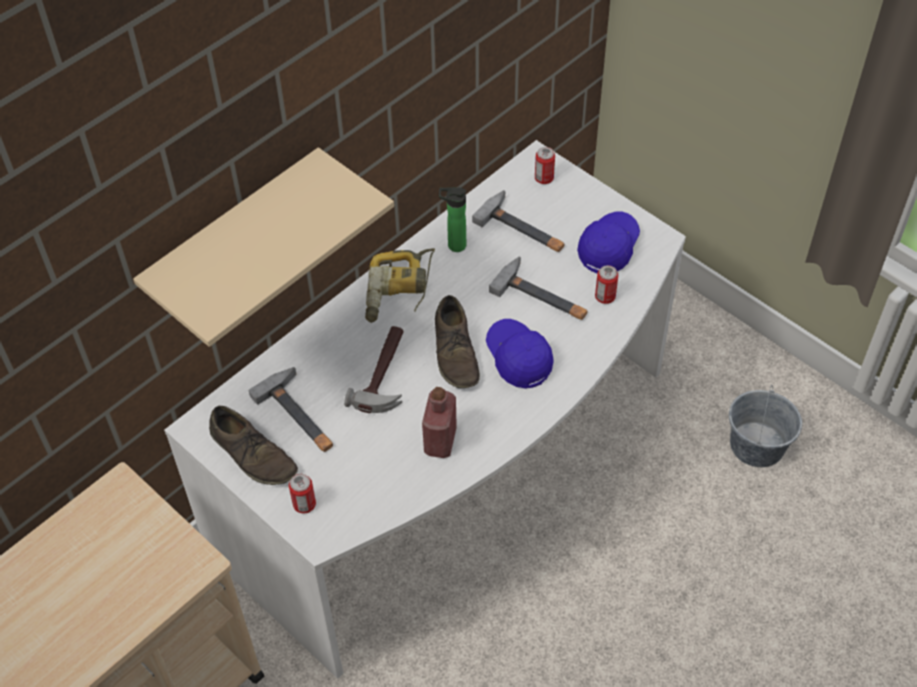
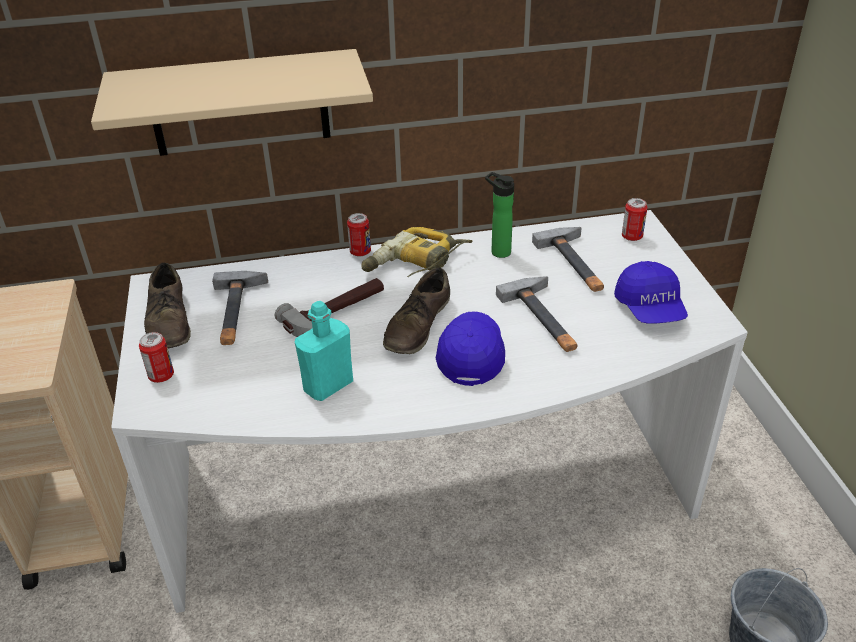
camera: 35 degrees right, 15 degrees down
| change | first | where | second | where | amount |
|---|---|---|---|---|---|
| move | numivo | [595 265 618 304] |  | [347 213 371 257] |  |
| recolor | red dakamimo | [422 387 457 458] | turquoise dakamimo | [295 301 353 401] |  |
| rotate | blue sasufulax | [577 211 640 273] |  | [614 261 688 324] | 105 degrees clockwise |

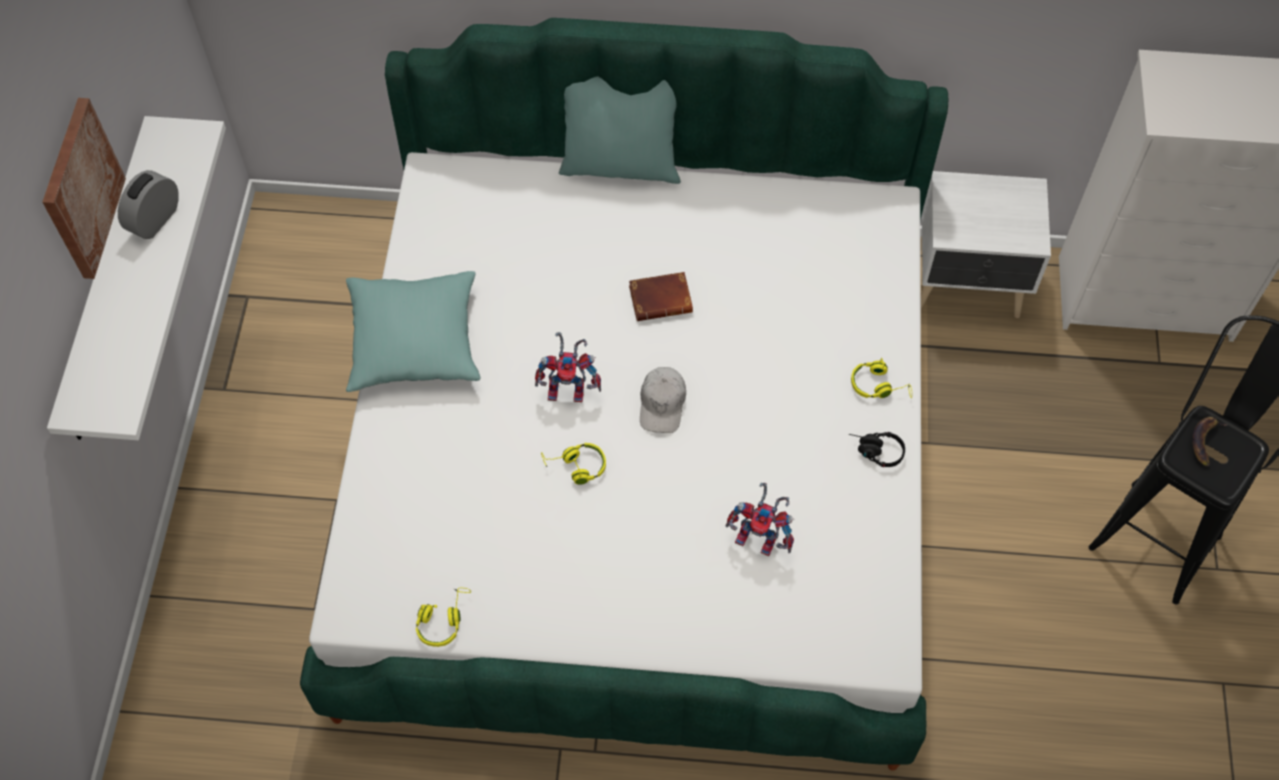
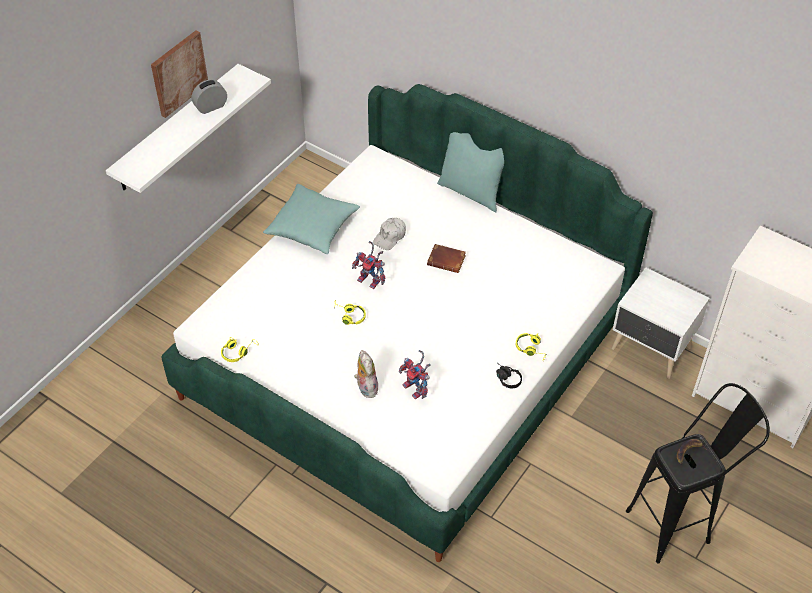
camera: 30 degrees right, 10 degrees down
| change | first | where | second | where | amount |
|---|---|---|---|---|---|
| insert |  |  | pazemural | [354 350 378 398] |  |
| move | white sasufulax | [640 367 686 433] |  | [373 218 406 250] |  |

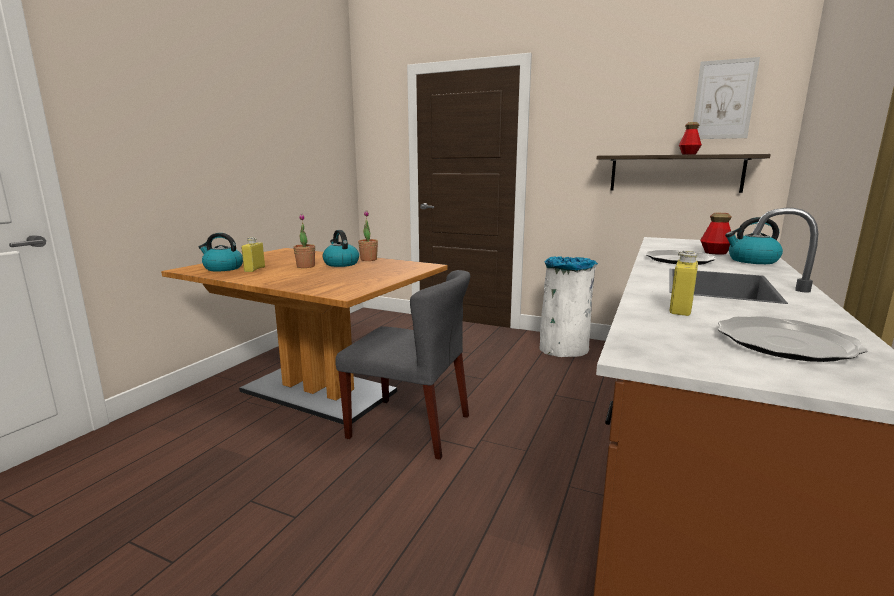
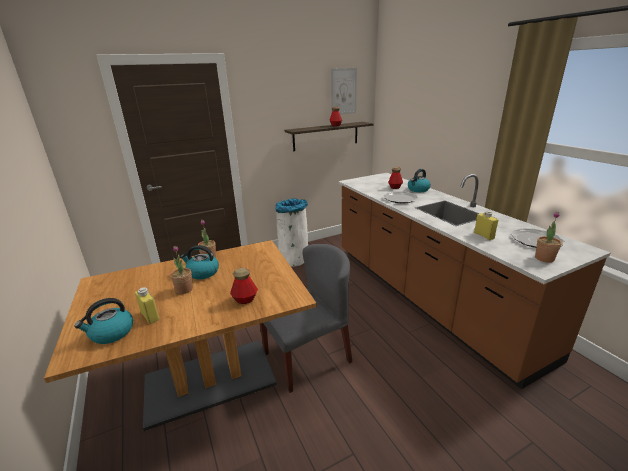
camera: 50 degrees left, 10 degrees up
| change | first | where | second | where | amount |
|---|---|---|---|---|---|
| insert |  |  | dakamimo | [230 268 258 304] |  |
| insert |  |  | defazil | [535 212 562 263] |  |

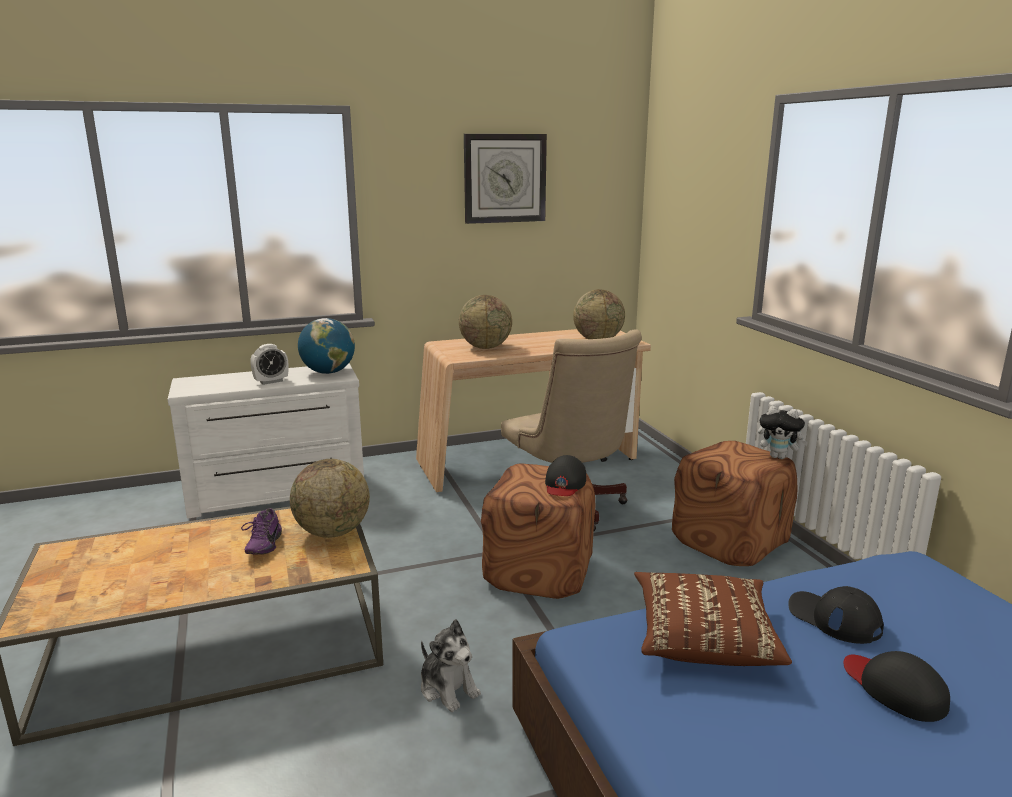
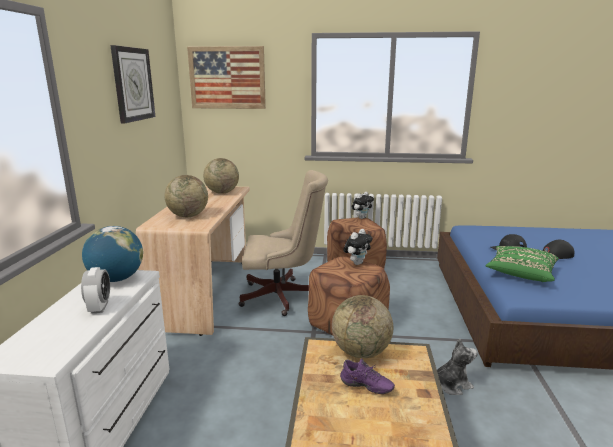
camera: 65 degrees left, 0 degrees up
| change | first | where | second | where | amount |
|---|---|---|---|---|---|
| insert |  |  | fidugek | [187 46 266 109] |  |
| replace | black sasufulax | [545 455 586 496] | pazemural | [343 229 373 265] |  |
| recolor | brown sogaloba | [634 572 792 666] | green sogaloba | [485 246 559 282] |  |

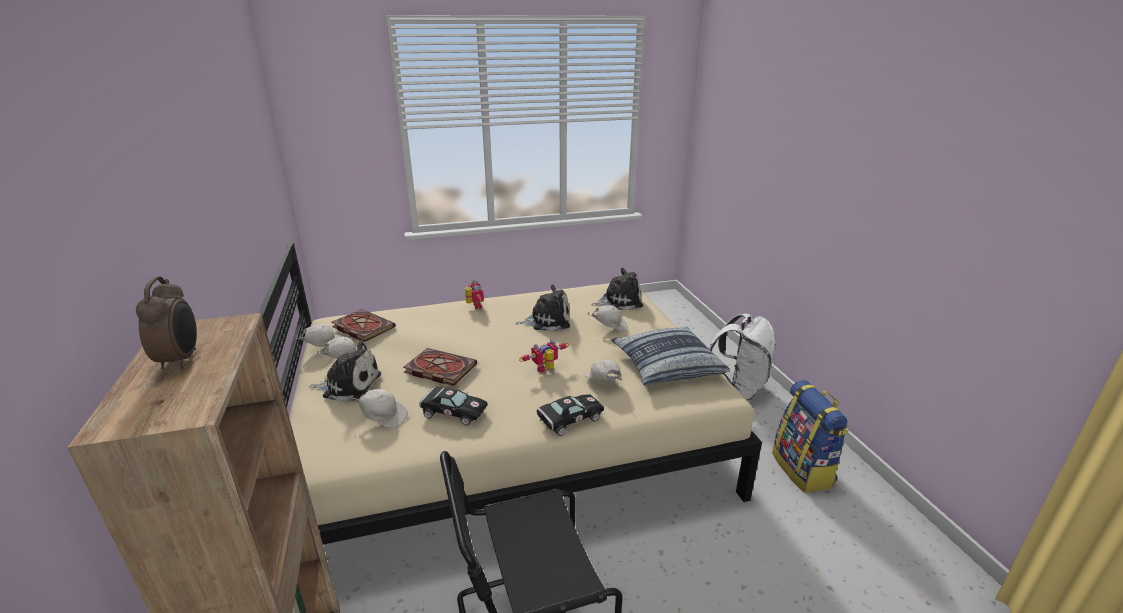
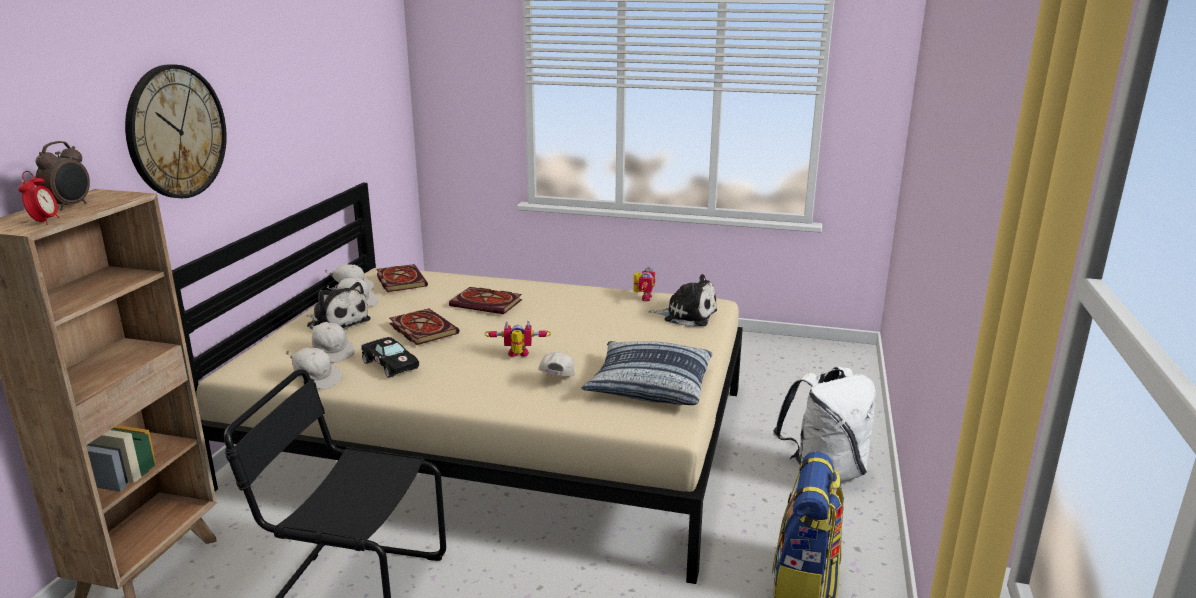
camera: 30 degrees right, 5 degrees down
| change | first | where | second | where | amount |
|---|---|---|---|---|---|
| delete | pazemural | [516 284 570 331] |  |  |  |
| delete | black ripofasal | [537 394 604 436] |  |  |  |
| insert |  |  | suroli | [18 171 59 225] |  |
| insert |  |  | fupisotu | [125 64 226 198] |  |
| insert |  |  | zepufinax | [449 287 522 314] |  |
| move | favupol | [465 280 484 309] |  | [634 266 655 301] |  |
| move | white sasufulax | [588 305 627 331] |  | [286 348 343 390] |  |

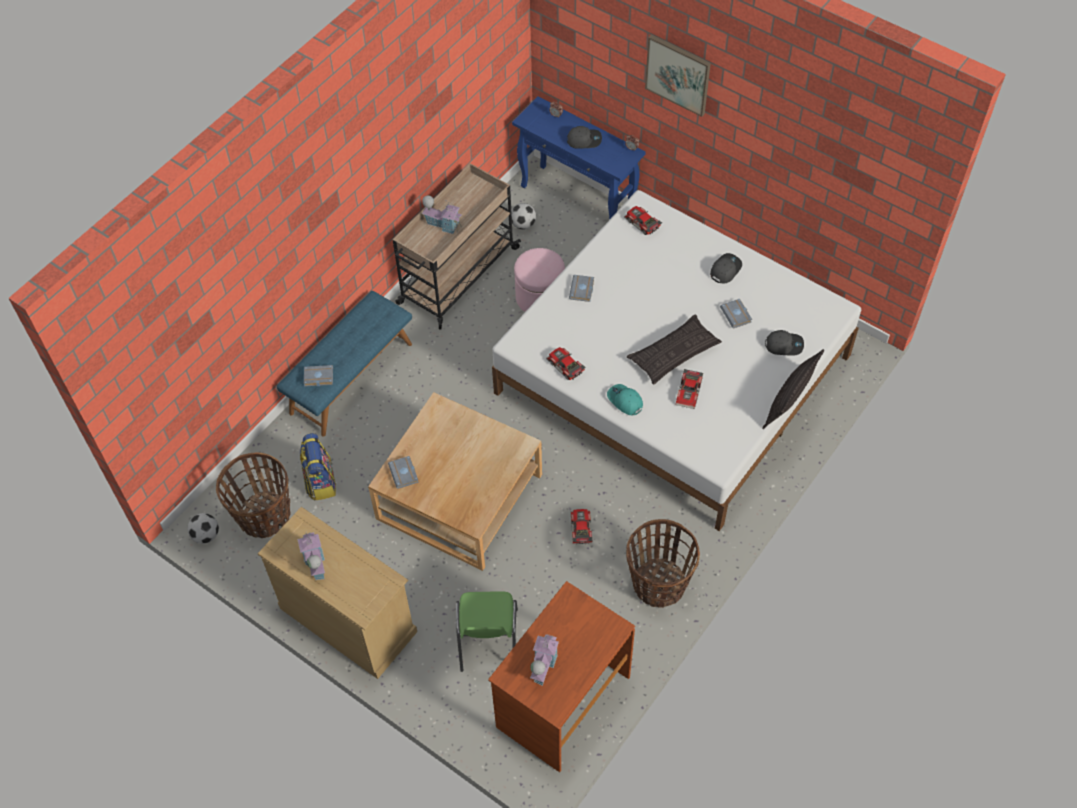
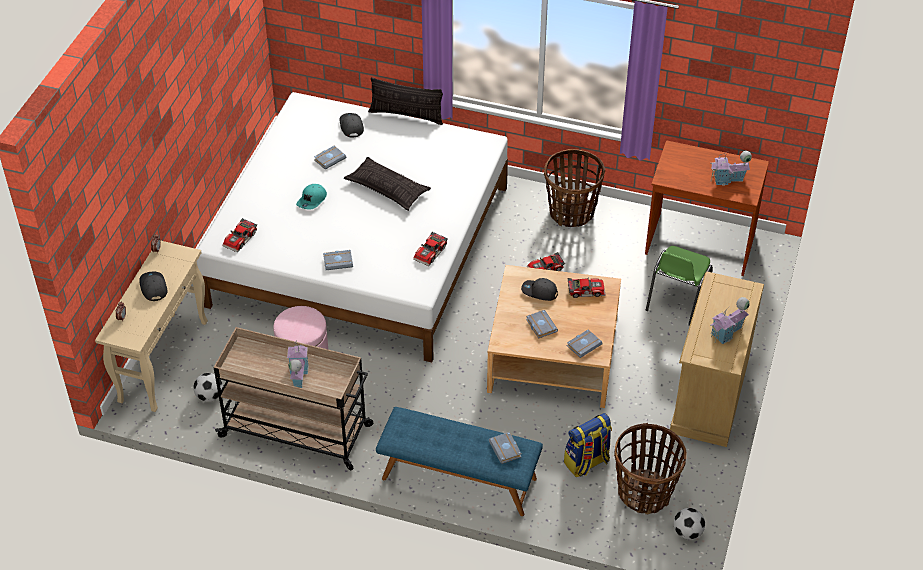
camera: 110 degrees left, 10 degrees down
| change | first | where | second | where | amount |
|---|---|---|---|---|---|
| delete | fidugek | [645 34 711 117] |  |  |  |
| insert |  |  | grey zepufinax | [526 310 558 339] |  |
| move | turquoise sasufulax | [607 384 643 415] |  | [296 184 327 210] |  |
| move | ripofasal | [675 369 703 409] |  | [567 277 606 298] |  |
| move | grey sasufulax | [710 253 742 284] |  | [521 278 558 301] |  |
| recolor | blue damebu | [512 96 645 220] | beige damebu | [95 240 208 412] |  |
| rotate | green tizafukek | [456 591 518 672] |  | [646 246 712 326] | 135 degrees clockwise |

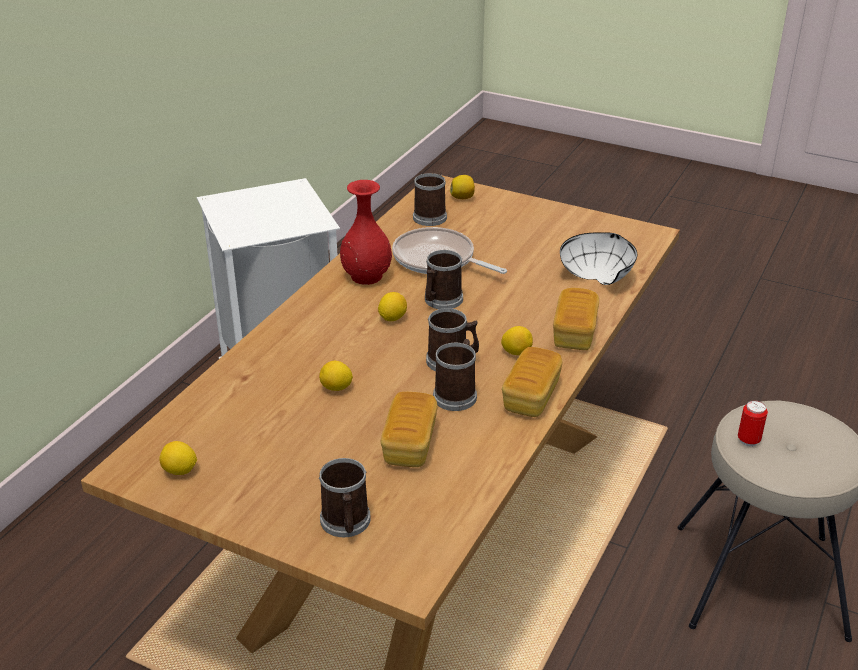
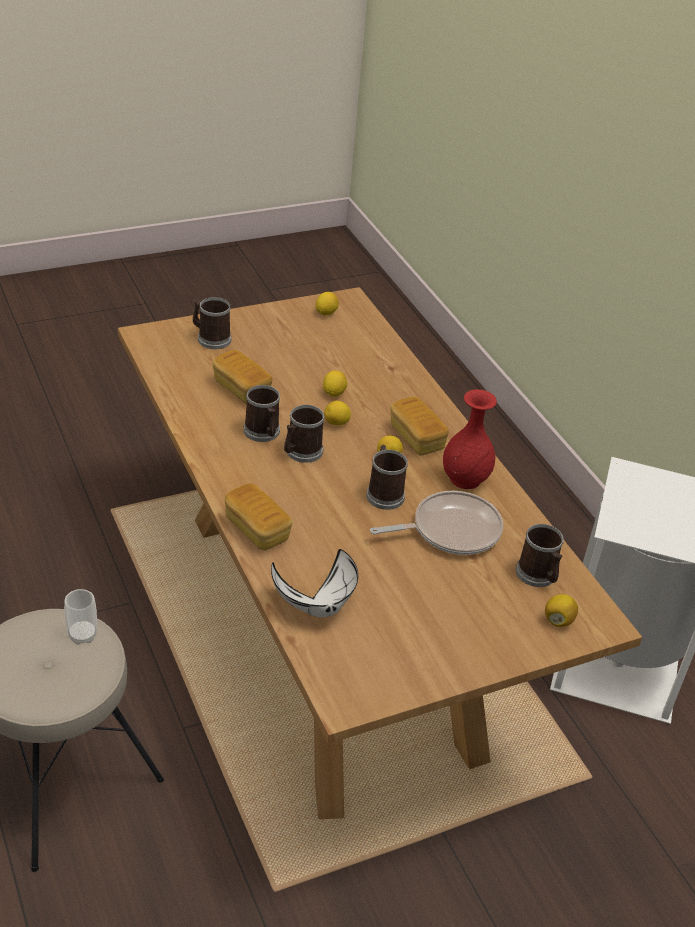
camera: 125 degrees right, 5 degrees up
| change | first | where | second | where | amount |
|---|---|---|---|---|---|
| move | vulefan | [501 326 533 355] |  | [324 401 351 426] |  |
| move | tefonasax | [502 347 562 417] |  | [390 397 449 456] |  |
| replace | numivo | [738 400 768 447] | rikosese | [64 589 97 645] |  |

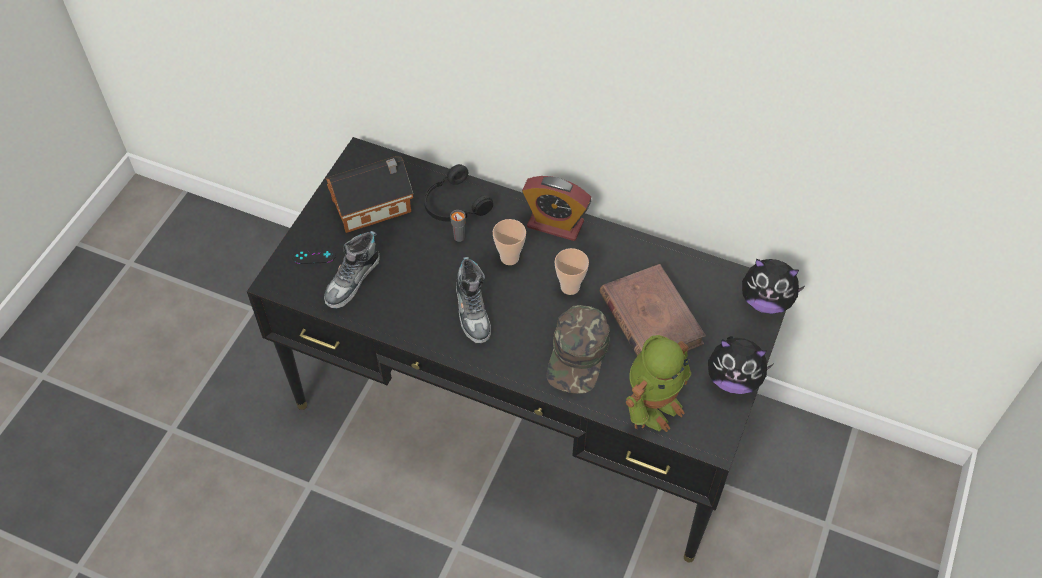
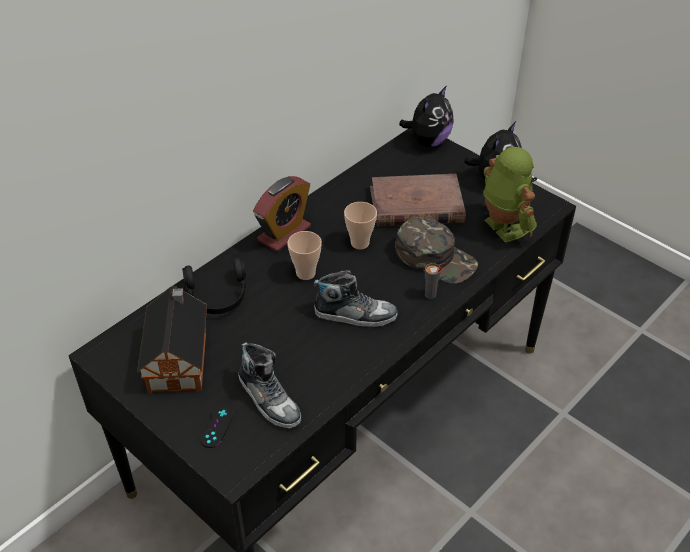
camera: 70 degrees left, 10 degrees down
| change | first | where | second | where | amount |
|---|---|---|---|---|---|
| move | grey rikosese | [450 210 466 242] |  | [425 263 444 299] |  |

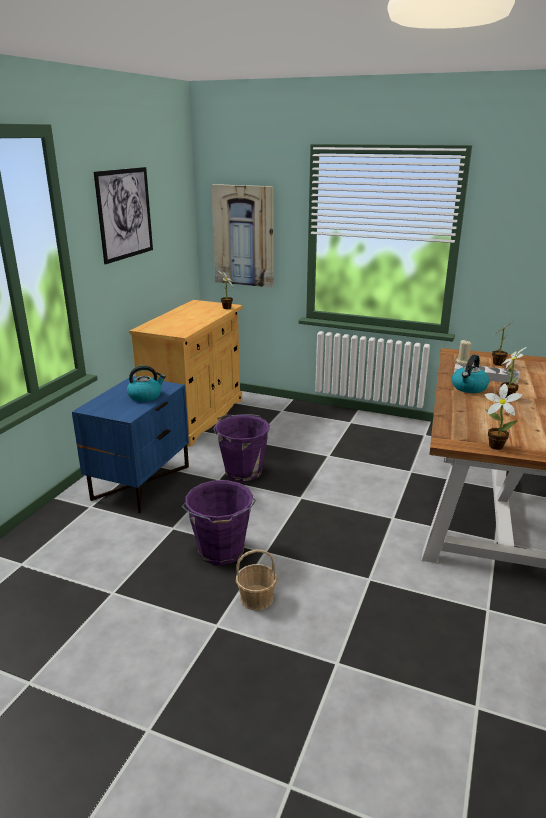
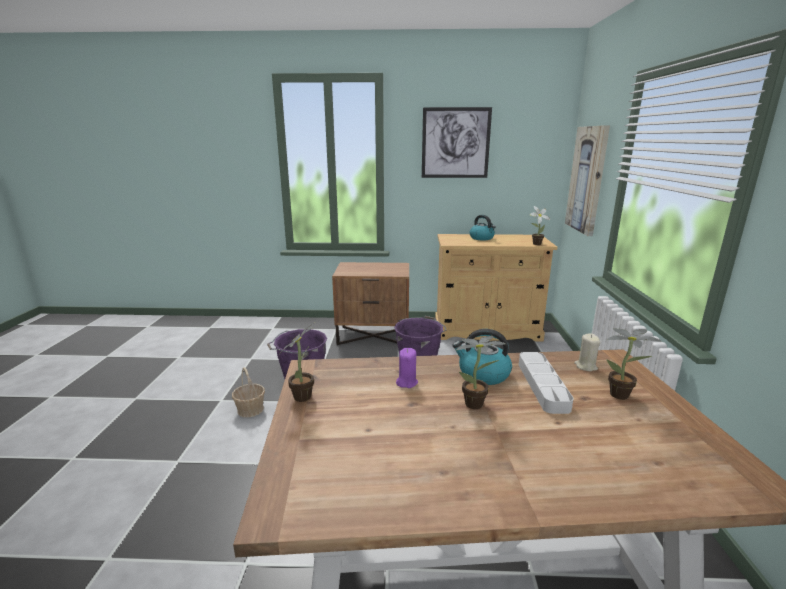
camera: 70 degrees right, 5 degrees down
| change | first | where | second | where | amount |
|---|---|---|---|---|---|
| insert |  |  | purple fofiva | [396 348 418 388] |  |
| move | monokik | [127 366 166 402] |  | [470 215 496 240] |  |
| recolor | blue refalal | [72 376 189 513] | brown refalal | [332 262 409 345] |  |

